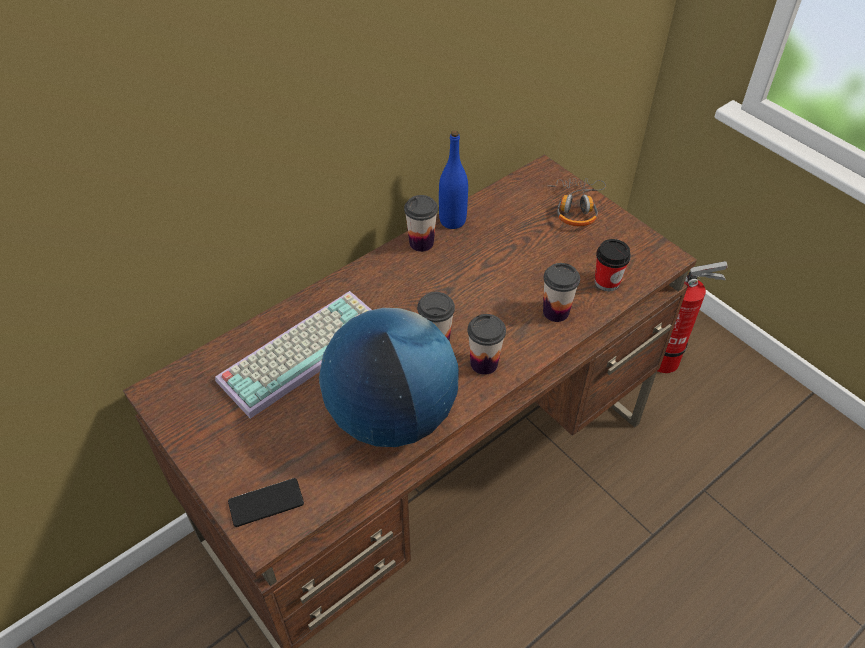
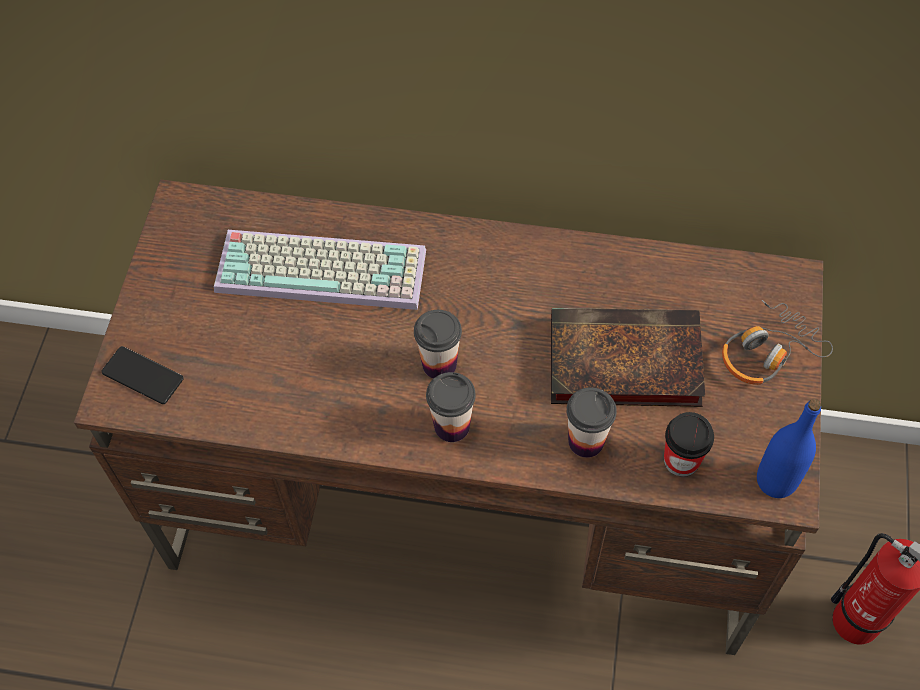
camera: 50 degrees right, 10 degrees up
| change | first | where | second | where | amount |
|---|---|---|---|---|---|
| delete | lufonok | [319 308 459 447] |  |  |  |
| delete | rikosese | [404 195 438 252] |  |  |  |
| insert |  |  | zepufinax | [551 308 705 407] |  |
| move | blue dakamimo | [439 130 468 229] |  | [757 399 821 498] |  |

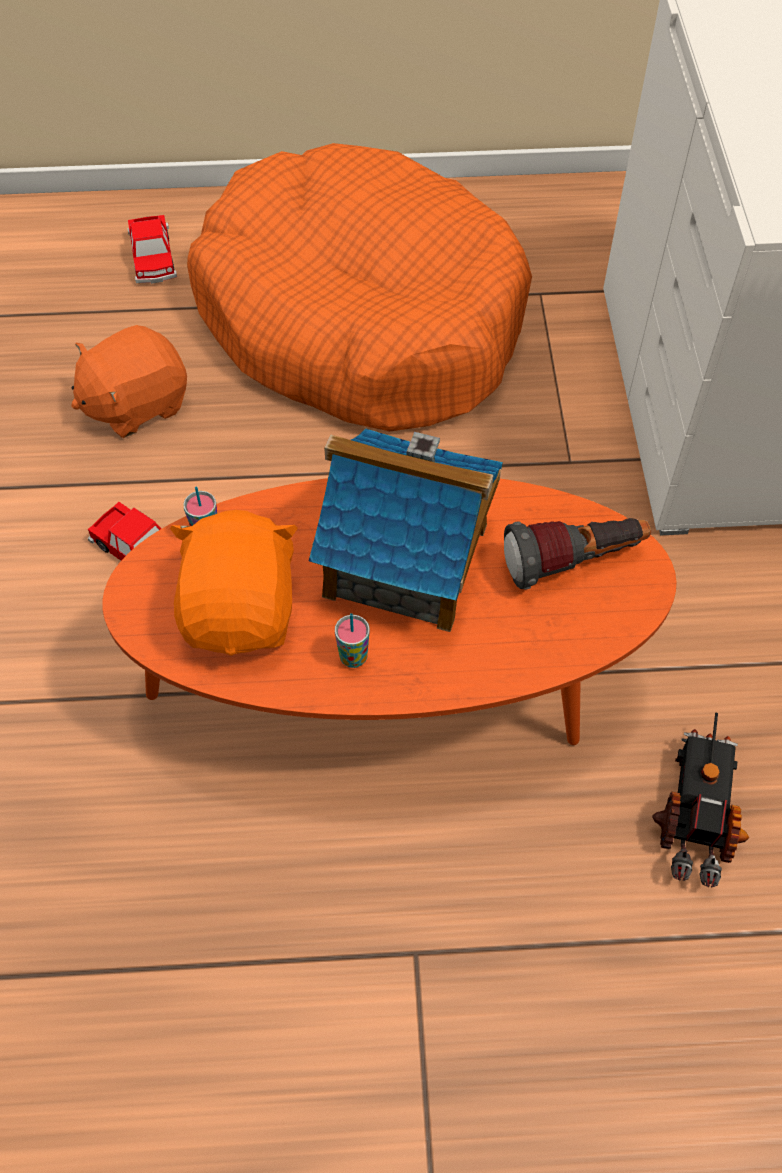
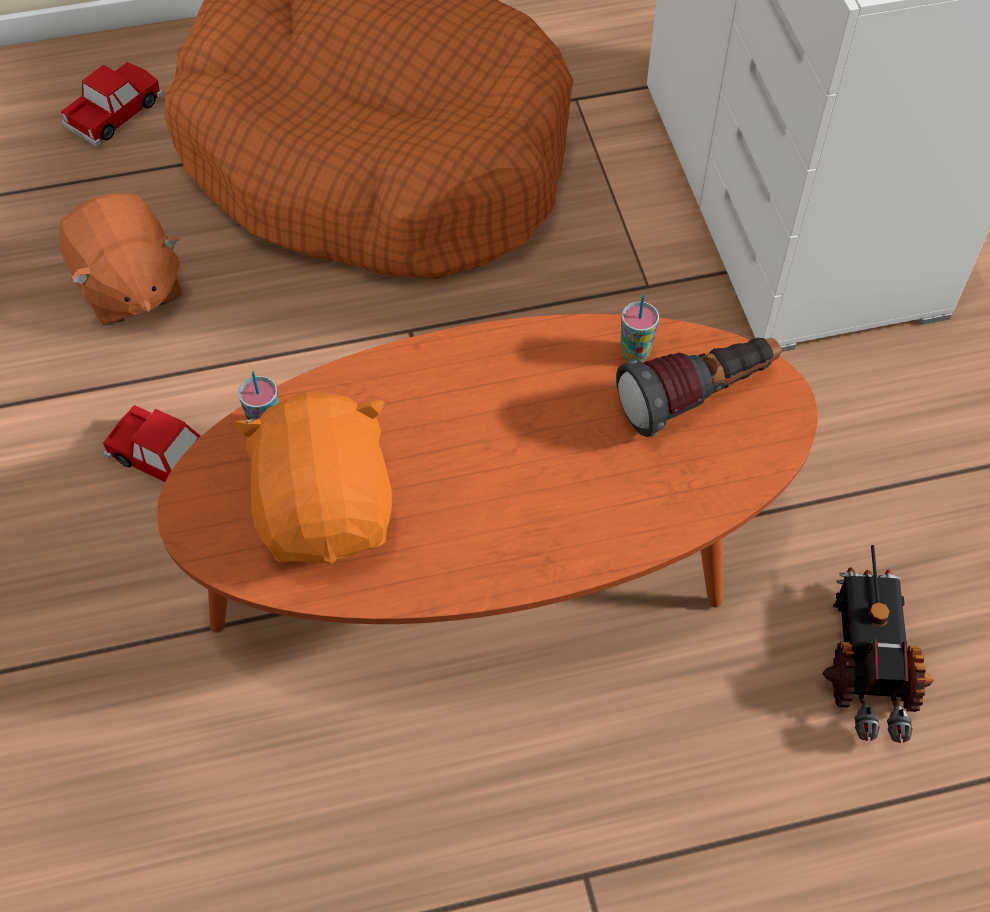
camera: 10 degrees left, 0 degrees up
| change | first | where | second | where | amount |
|---|---|---|---|---|---|
| delete | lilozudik | [309 429 503 632] |  |  |  |
| move | rikosese | [335 613 370 668] |  | [621 295 659 362] |  |
| rotate | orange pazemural | [71 325 187 438] |  | [59 193 182 325] | 75 degrees counterclockwise |
| rotate | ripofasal | [128 215 177 284] |  | [61 62 163 146] | 120 degrees counterclockwise |

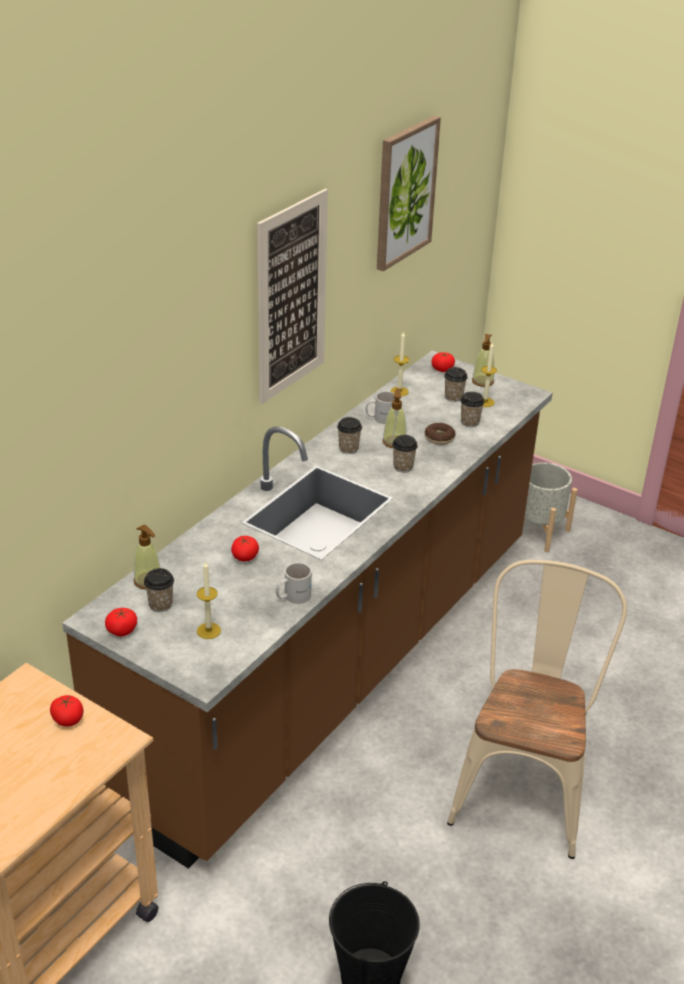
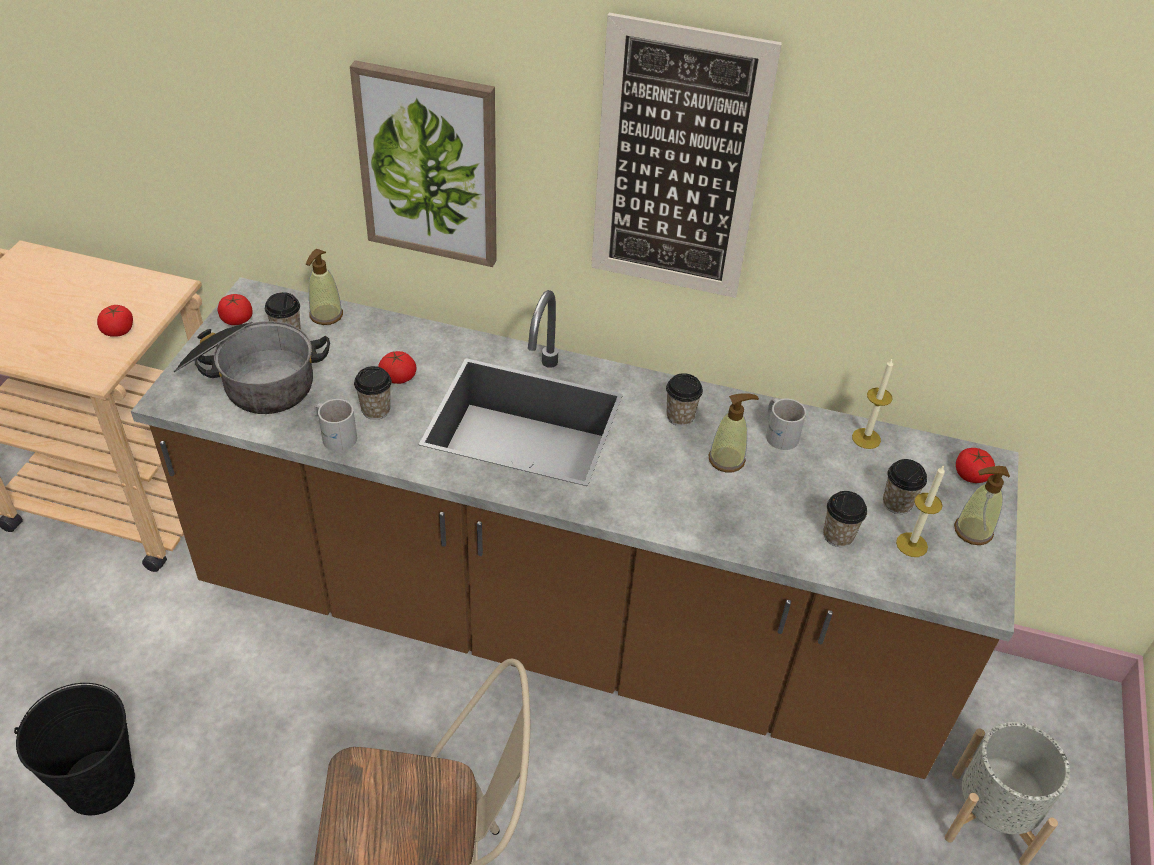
camera: 70 degrees right, 10 degrees up
| change | first | where | second | where | amount |
|---|---|---|---|---|---|
| delete | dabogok | [425 423 456 445] |  |  |  |
| move | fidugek | [377 116 441 271] |  | [350 60 497 267] |  |
| move | rikosese | [392 435 418 472] |  | [354 366 392 420] |  |
| replace | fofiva | [197 561 221 639] | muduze | [174 321 330 414] |  |

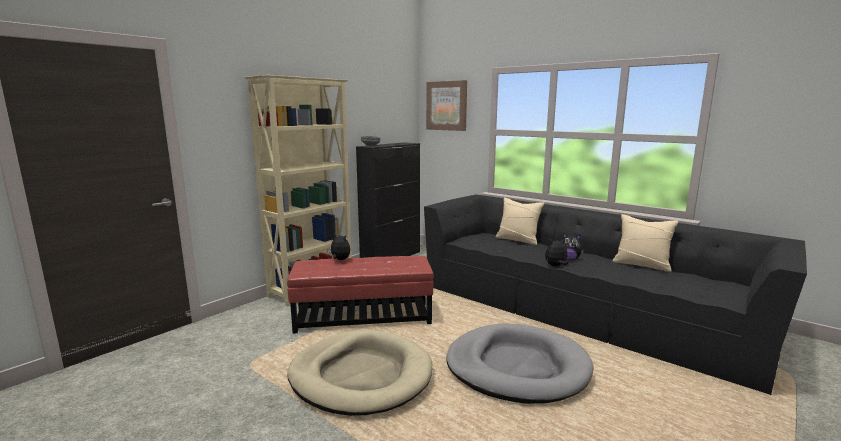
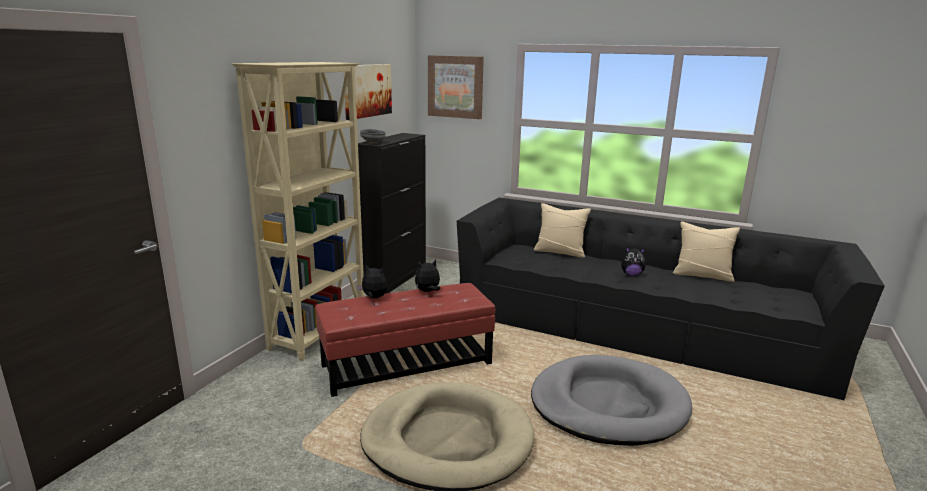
camera: 15 degrees left, 5 degrees up
| change | first | where | second | where | amount |
|---|---|---|---|---|---|
| insert |  |  | fidugek | [344 64 392 120] |  |
| move | pazemural | [545 238 569 266] |  | [415 260 440 292] |  |

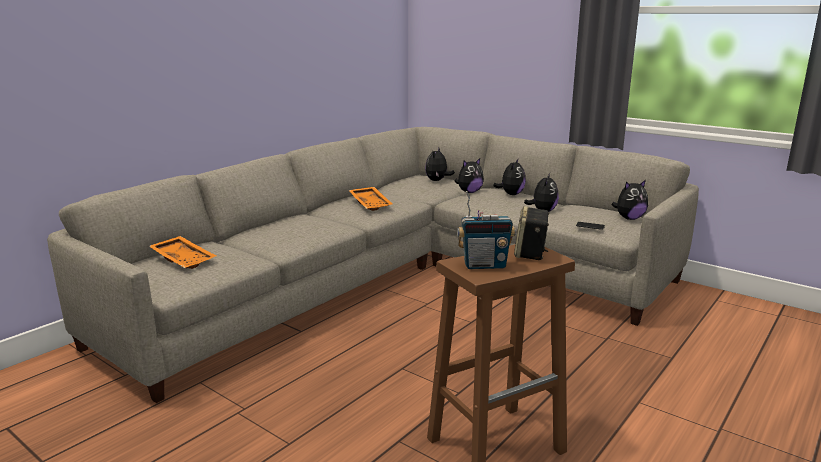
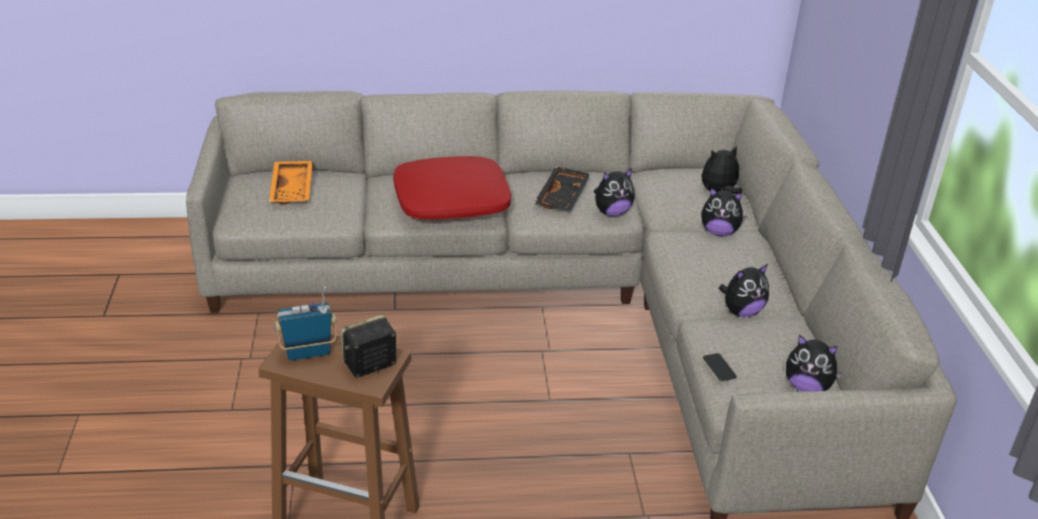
camera: 45 degrees right, 15 degrees up
| change | first | where | second | where | amount |
|---|---|---|---|---|---|
| insert |  |  | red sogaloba | [393 156 511 220] |  |
| move | pazemural | [493 159 526 195] |  | [594 169 635 216] |  |
| recolor | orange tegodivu | [349 187 393 211] | black tegodivu | [534 166 591 211] |  |
| rotate | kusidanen | [457 191 516 269] |  | [274 287 337 361] | 120 degrees clockwise |

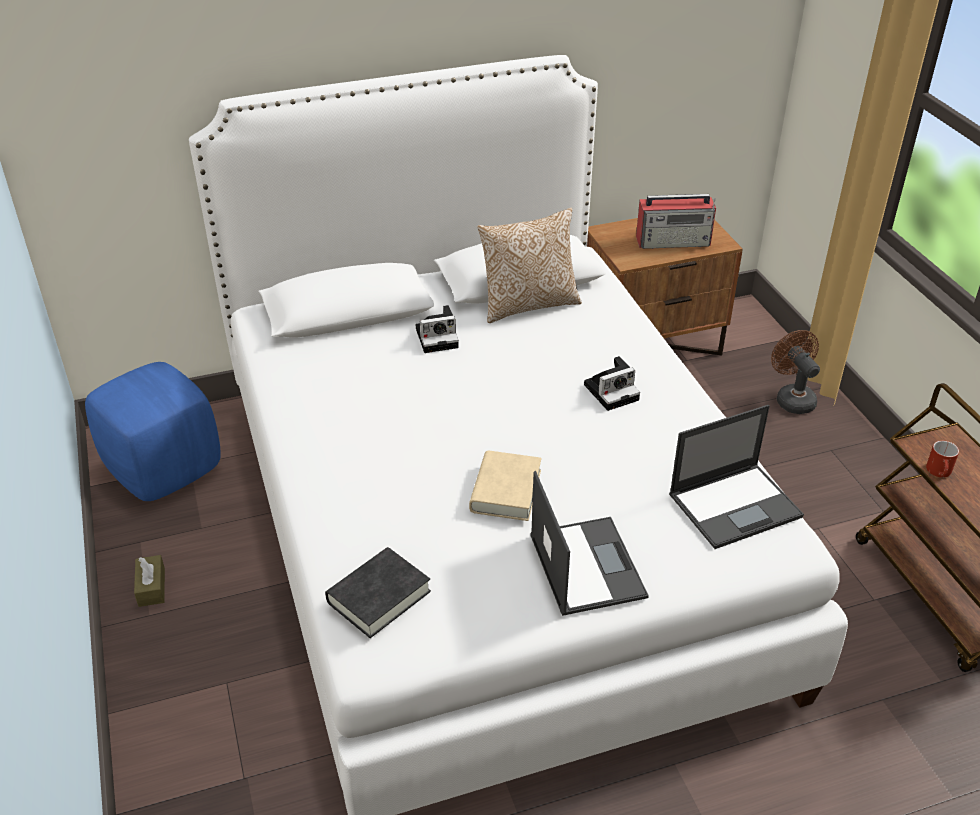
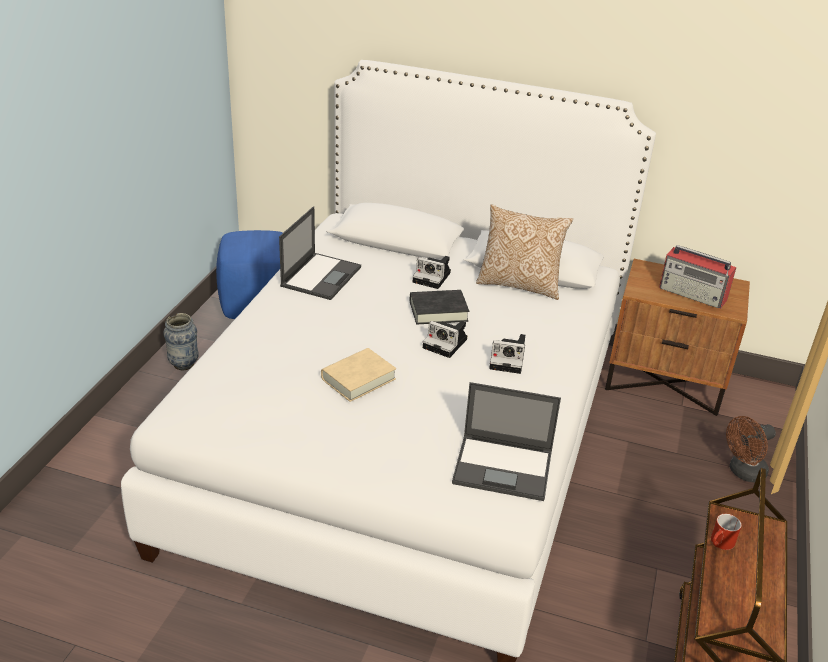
camera: 35 degrees right, 5 degrees down
| change | first | where | second | where | amount |
|---|---|---|---|---|---|
| insert |  |  | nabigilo | [423 321 468 358] |  |
| move | black zepufinax | [325 547 431 638] |  | [410 290 469 324] |  |
| move | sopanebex | [530 471 649 616] |  | [279 206 361 300] |  |
| replace | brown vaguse | [134 555 165 607] | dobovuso | [163 313 199 370] |  |
| rotate | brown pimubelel | [771 330 820 414] |  | [726 416 776 482] | 135 degrees counterclockwise |

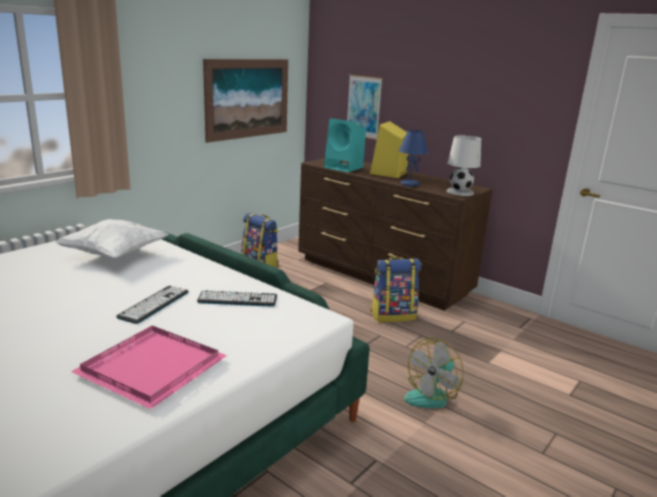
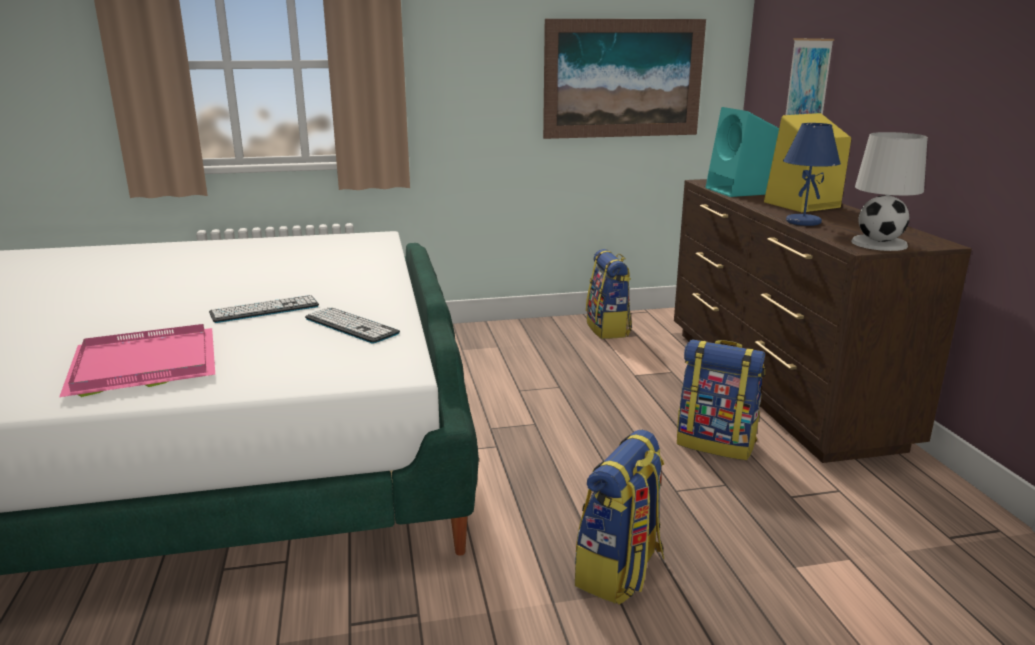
camera: 40 degrees right, 0 degrees up
| change | first | where | second | where | amount |
|---|---|---|---|---|---|
| delete | white sogaloba | [55 219 169 258] |  |  |  |
| replace | pimubelel | [404 338 464 408] | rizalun | [575 429 664 605] |  |

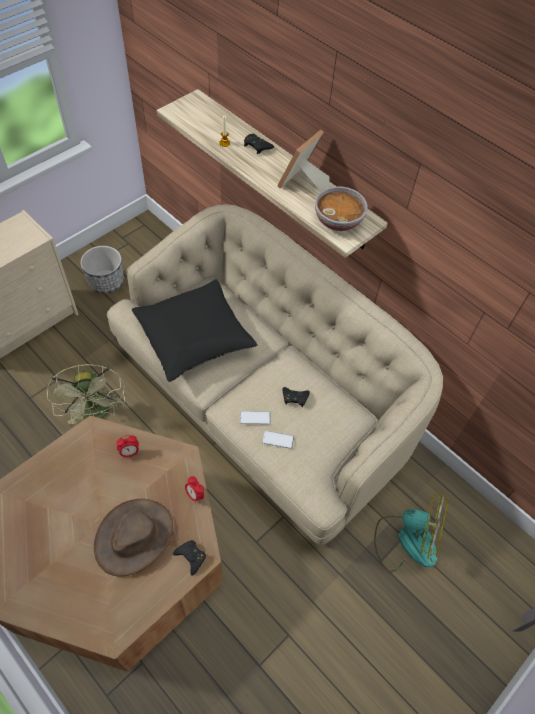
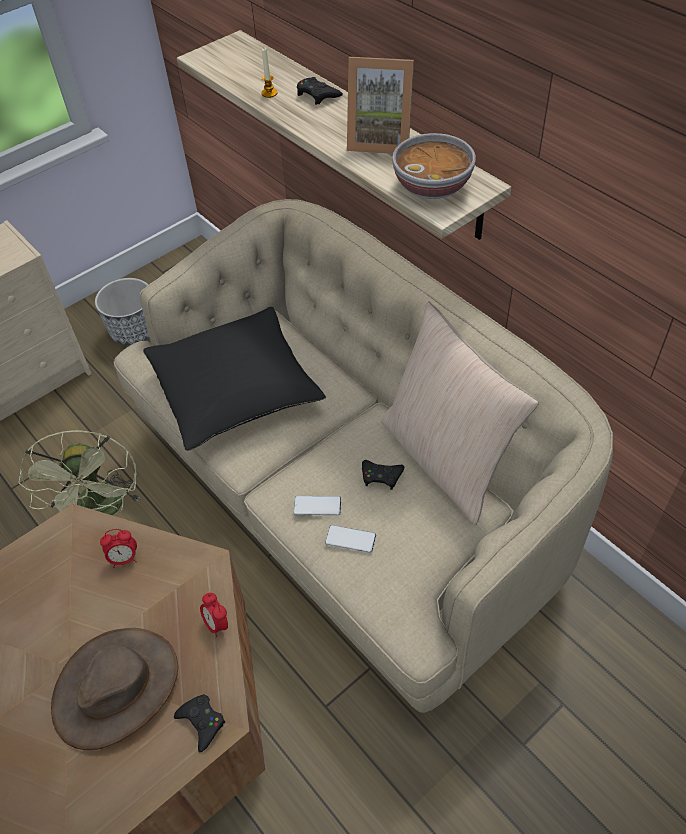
camera: 10 degrees right, 5 degrees down
| change | first | where | second | where | amount |
|---|---|---|---|---|---|
| delete | pimubelel | [374 492 449 572] |  |  |  |
| insert |  |  | beige sogaloba | [381 301 539 525] |  |
| rotate | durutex | [277 129 330 190] |  | [347 57 414 154] | 120 degrees counterclockwise |

